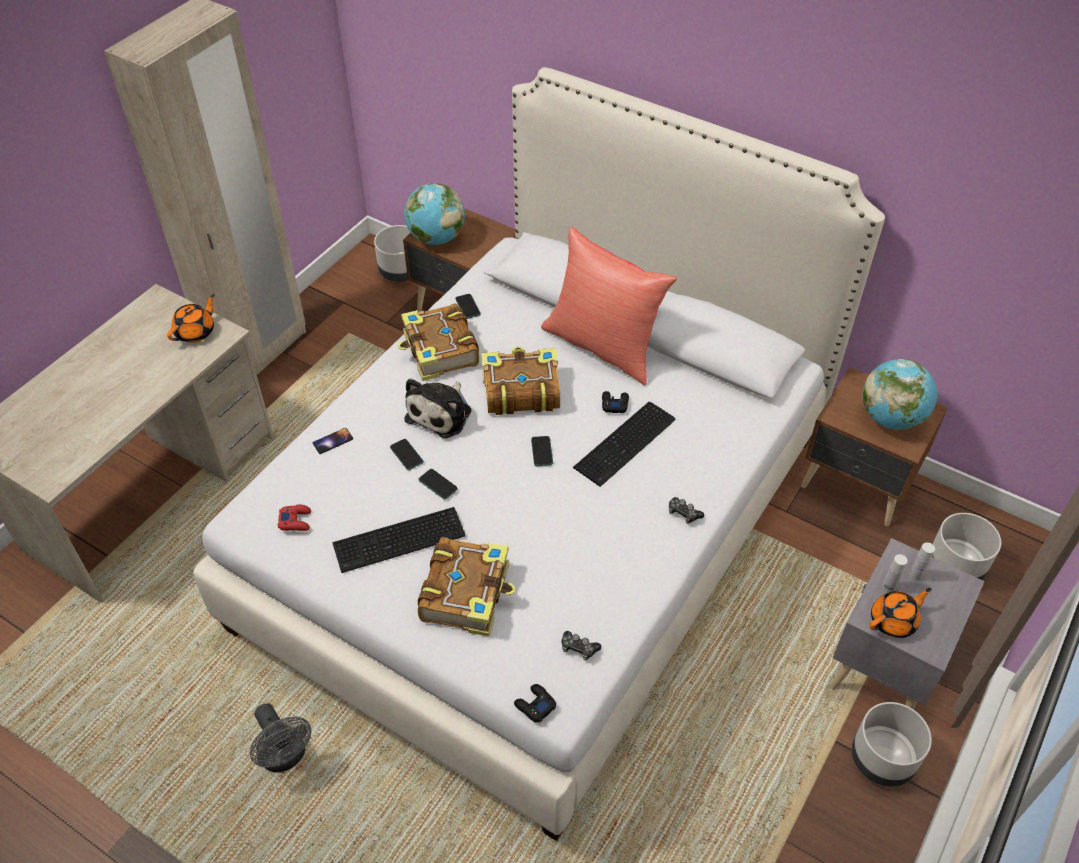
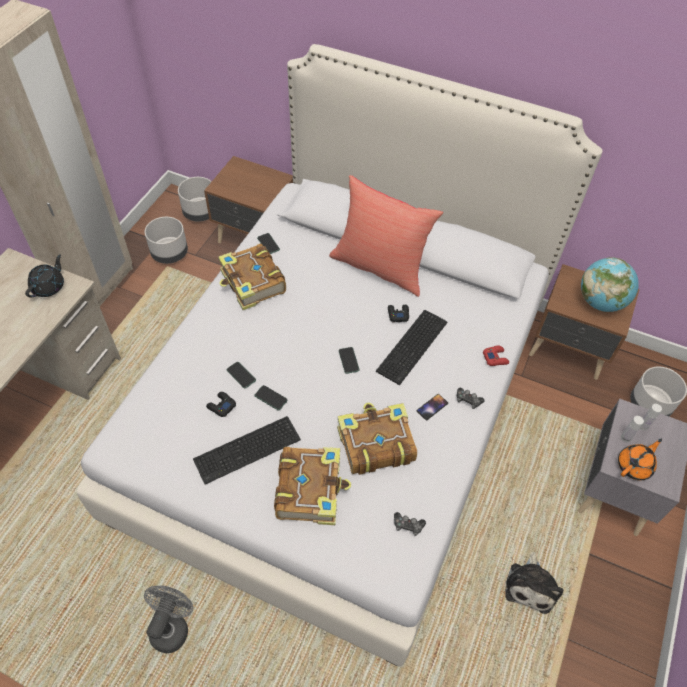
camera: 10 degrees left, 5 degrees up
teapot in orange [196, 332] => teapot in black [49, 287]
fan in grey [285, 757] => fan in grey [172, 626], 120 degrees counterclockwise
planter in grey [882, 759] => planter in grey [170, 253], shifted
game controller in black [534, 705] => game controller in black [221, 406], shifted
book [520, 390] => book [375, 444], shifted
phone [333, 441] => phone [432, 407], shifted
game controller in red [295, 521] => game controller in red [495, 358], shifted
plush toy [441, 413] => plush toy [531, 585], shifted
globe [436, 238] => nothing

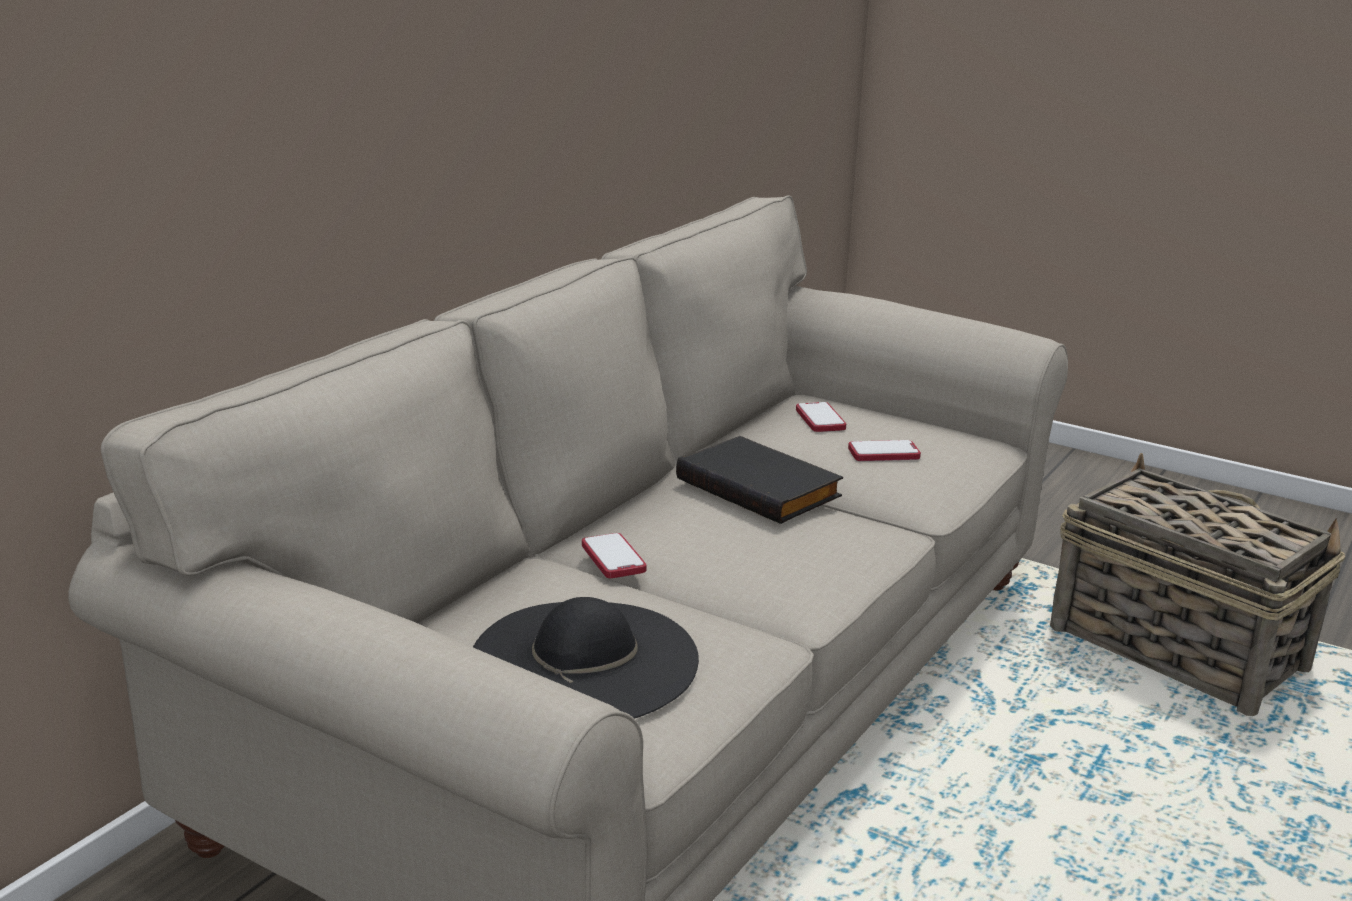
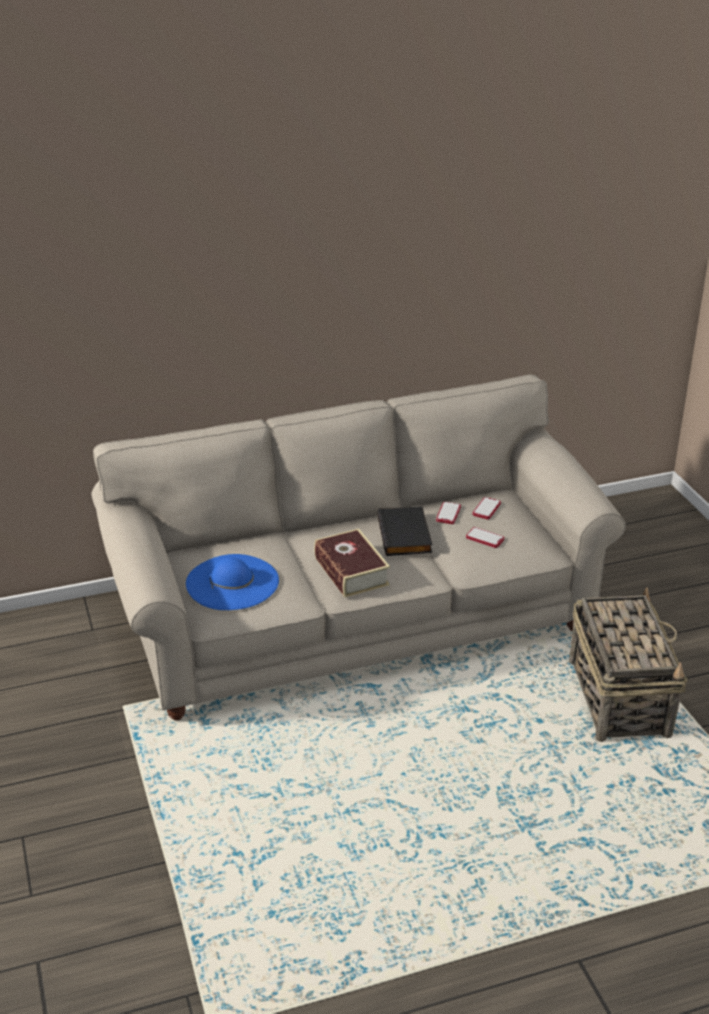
camera: 40 degrees right, 10 degrees up
hat in black [584, 660] => hat in blue [232, 582]
nothing => book [351, 571]
phone [613, 558] => phone [448, 514], shifted

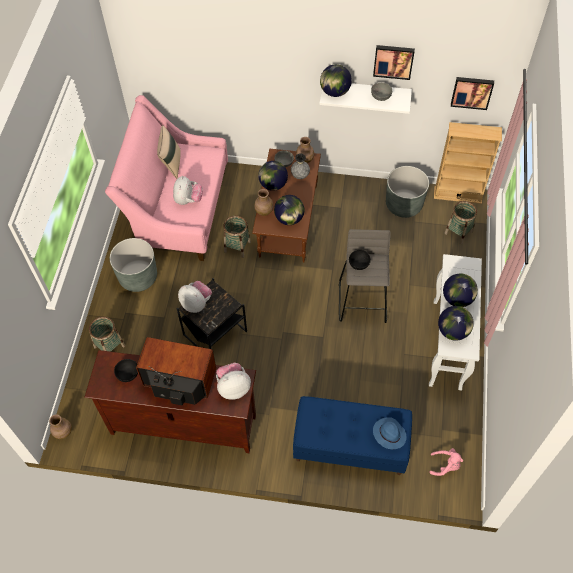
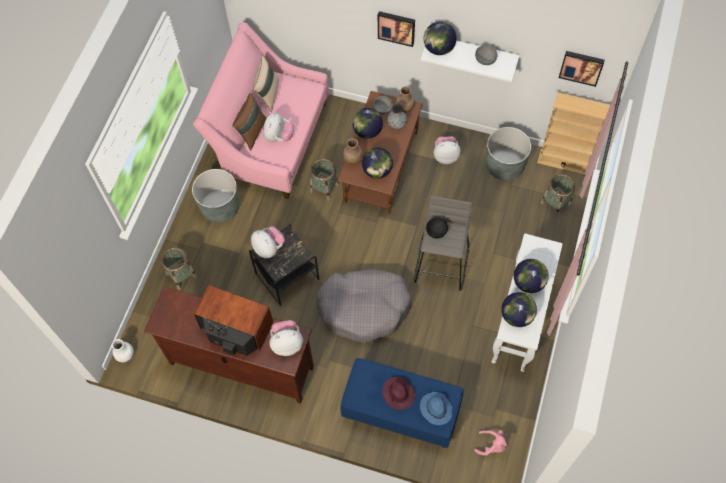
camera: 10 degrees right, 5 degrees up
vase in brown [63, 432] => vase in white [125, 355]
nothing => pillow in brown [252, 132]
nothing => dog bed in grey [364, 308]
picture [393, 61] => picture [396, 27], shifted
nothing => hat in purple [399, 394]
nothing => plush toy [445, 156]
bowl in black [128, 374] => nothing

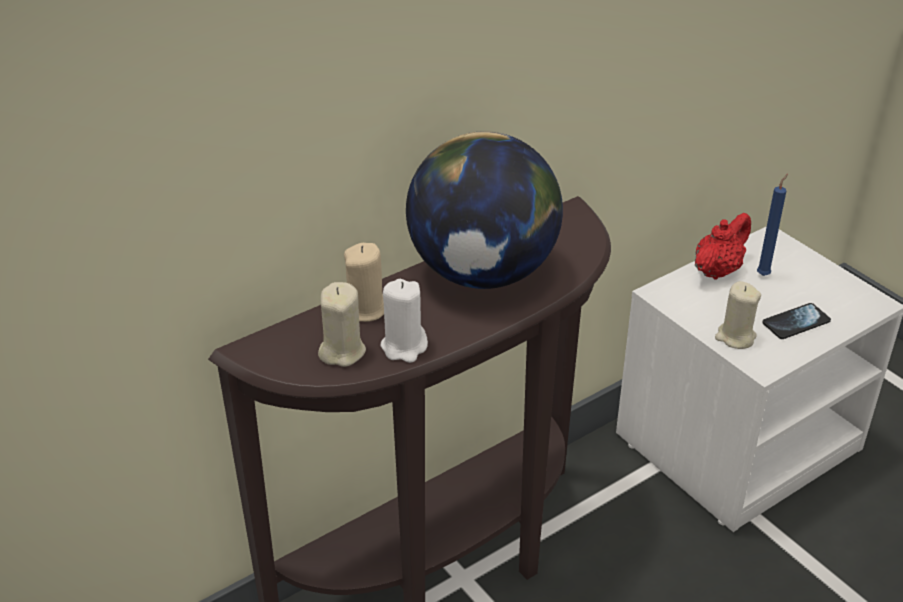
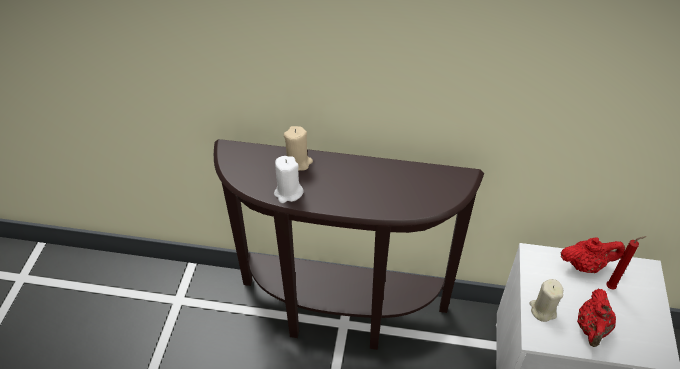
camera: 45 degrees right, 10 degrees up
phone [796, 323] => teapot in red [592, 329]
candle in blue [764, 274] => candle in red [612, 287]
candle in beige [342, 351] => nothing
globe [483, 273] => nothing

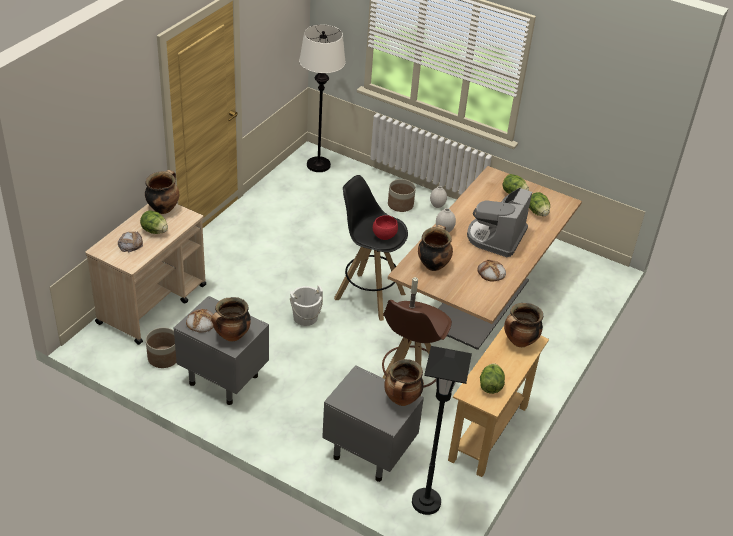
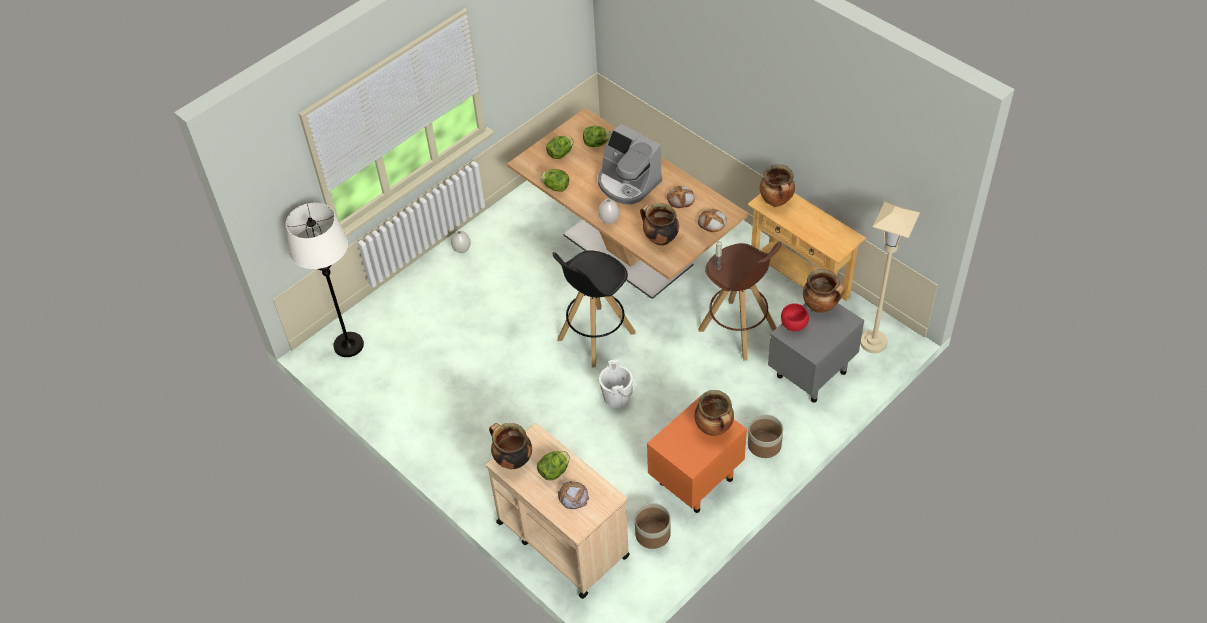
camera: 70 degrees left, 10 degrees up
lettuce [490, 386] => lettuce [556, 187], shifted
nightstand in grey [222, 379] => nightstand in orange [695, 481]
bread [200, 322] => bread [712, 222], shifted
planter [400, 204] => planter [764, 445], shifted
bowl in red [383, 236] => bowl in red [793, 326], shifted
floor lamp in black [426, 502] => floor lamp in beige [873, 343]

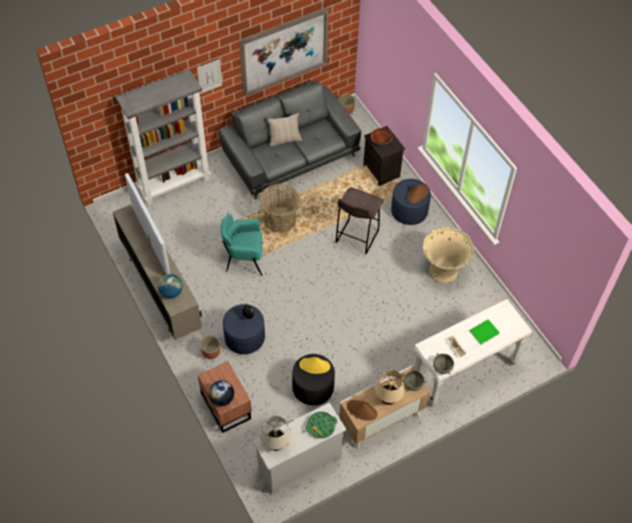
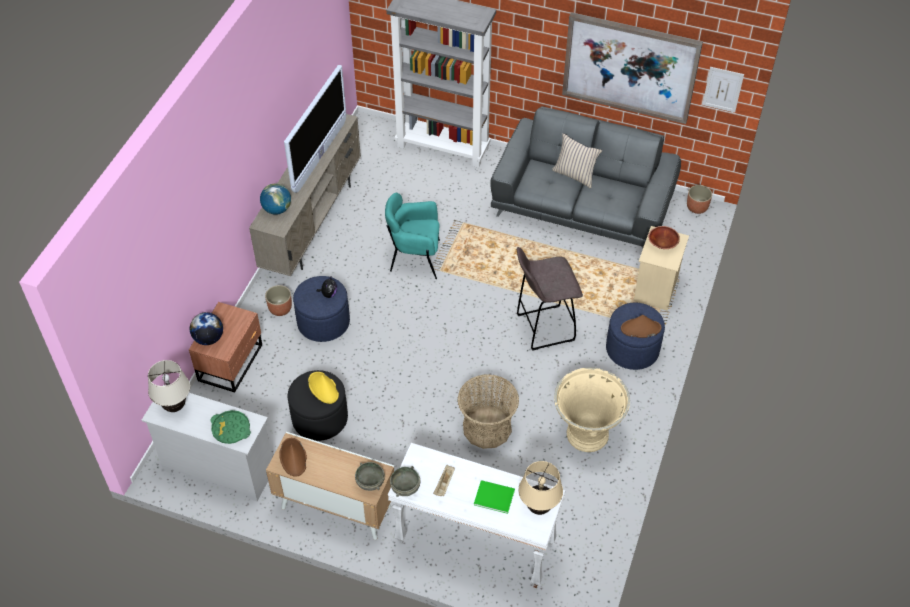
camera: 50 degrees right, 5 degrees down
armchair in turquoise [244, 259] => armchair in turquoise [415, 258], 45 degrees counterclockwise
basket [280, 219] => basket [487, 427], shifted
table lamp in beige [388, 399] => table lamp in beige [538, 507], shifted
nightstand in black [382, 171] => nightstand in beige [656, 290]
picture [209, 76] => picture [723, 89], shifted

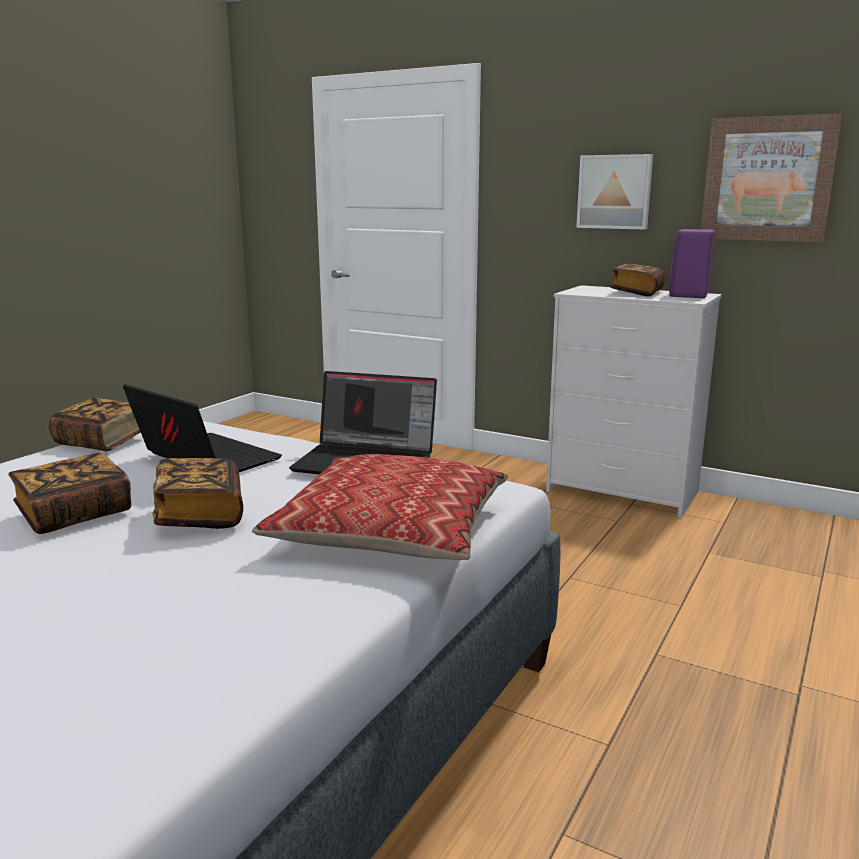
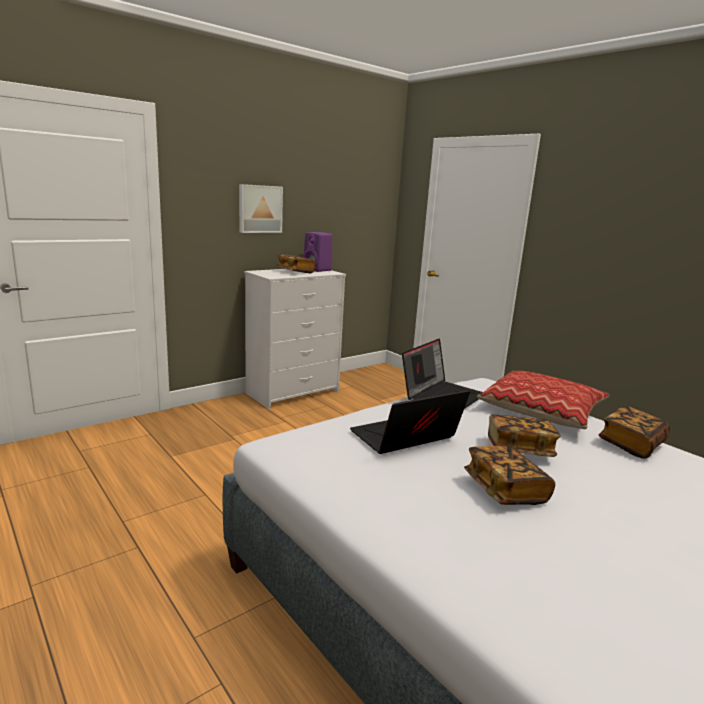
camera: 70 degrees left, 0 degrees up
book [102, 442] => book [631, 444], shifted
picture [768, 179] => nothing

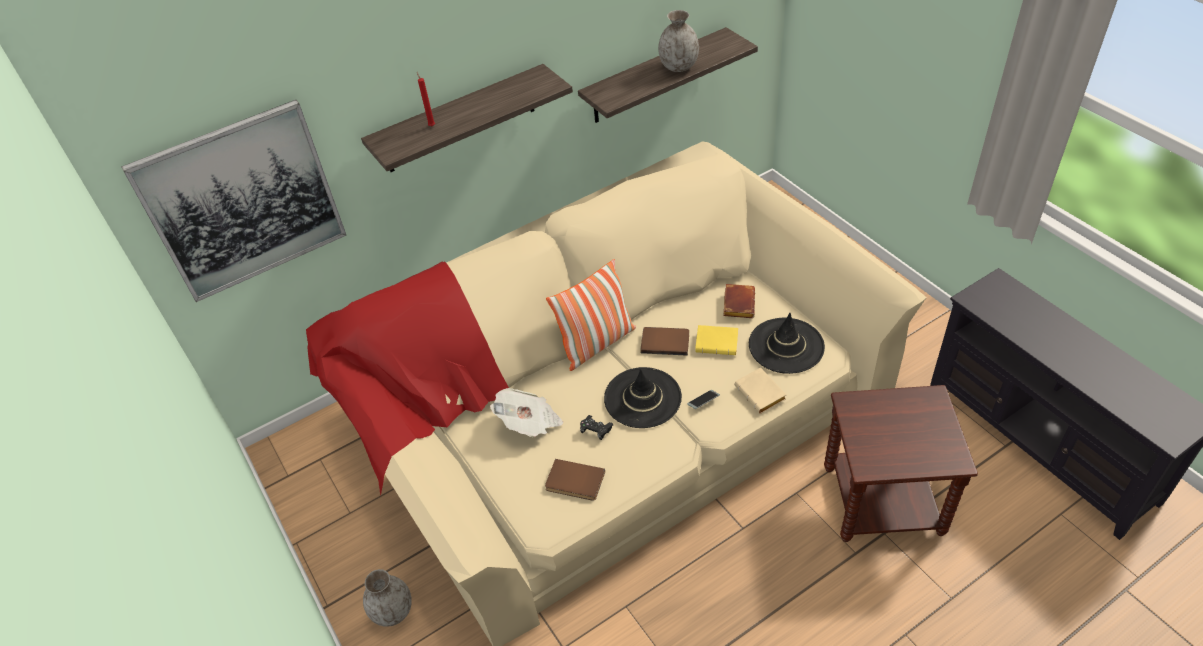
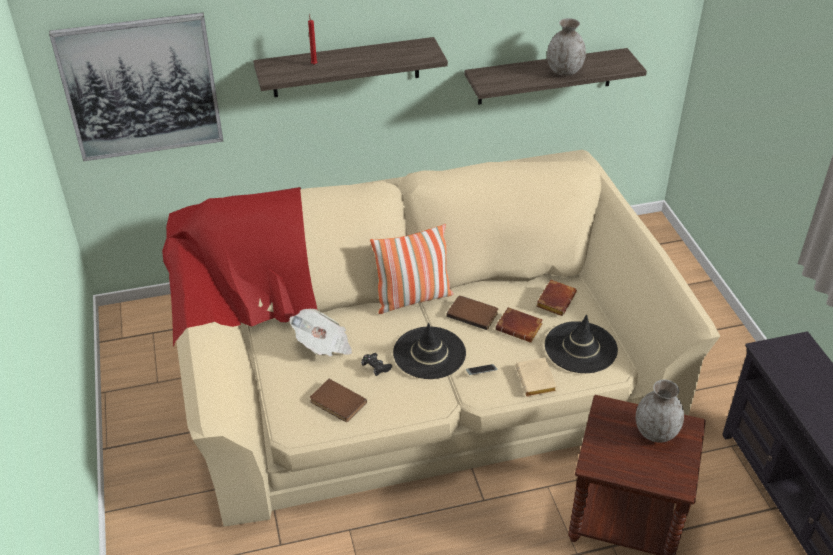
camera: 15 degrees right, 5 degrees down
book in yellow [718, 342] => book in brown [520, 328]
vase in grey [392, 612] => vase in grey [655, 432], shifted

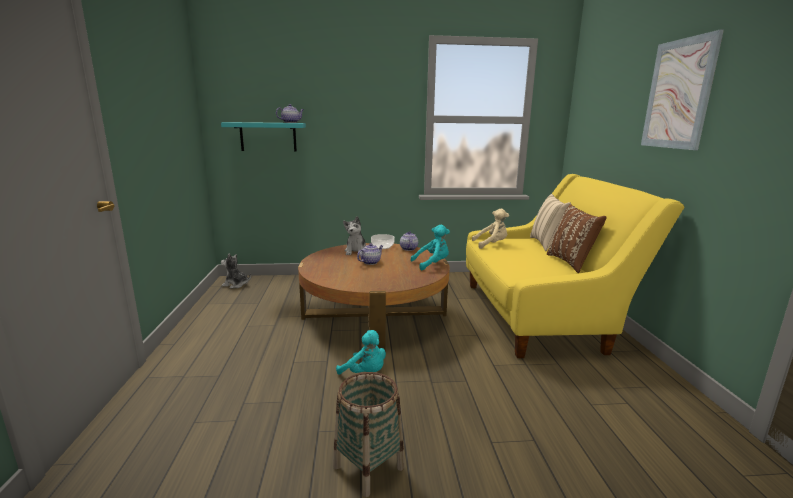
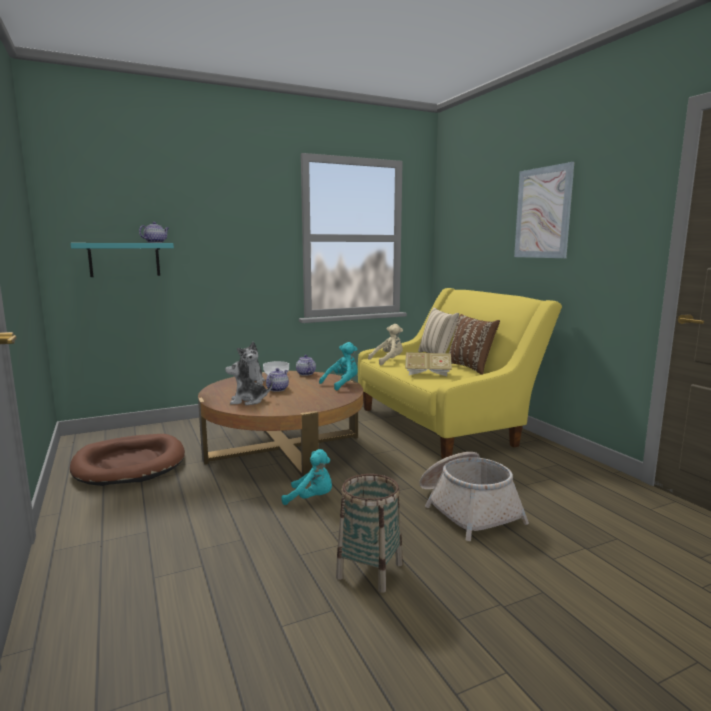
camera: 20 degrees left, 5 degrees down
nothing => dog bed in brown [130, 464]
plush toy [236, 284] => plush toy [248, 401], shifted
nothing => book [427, 374]
nothing => basket [467, 509]

